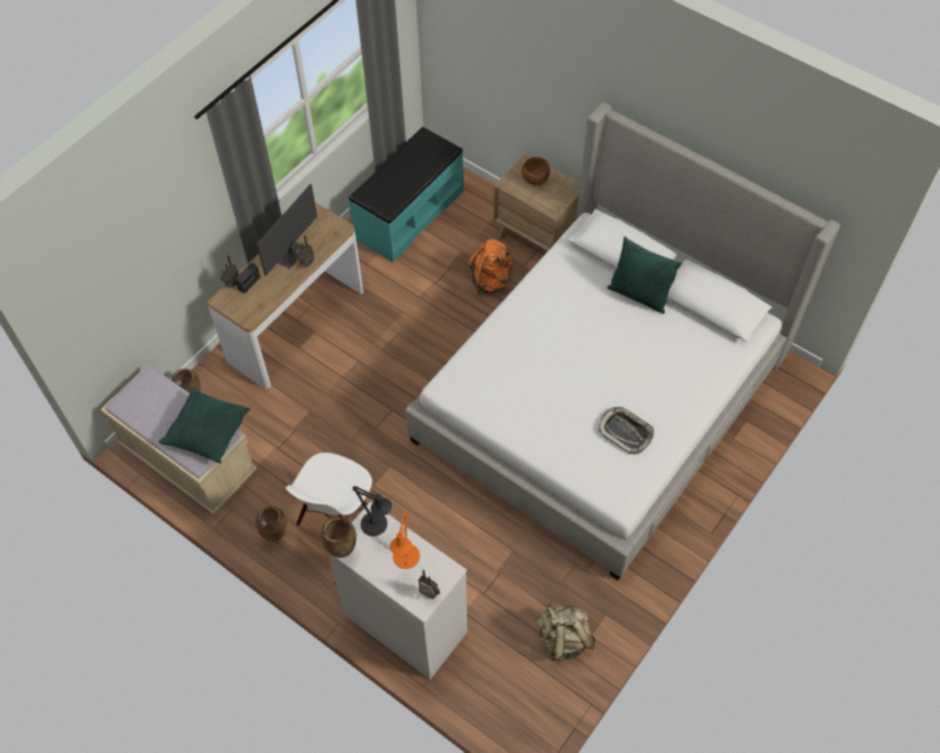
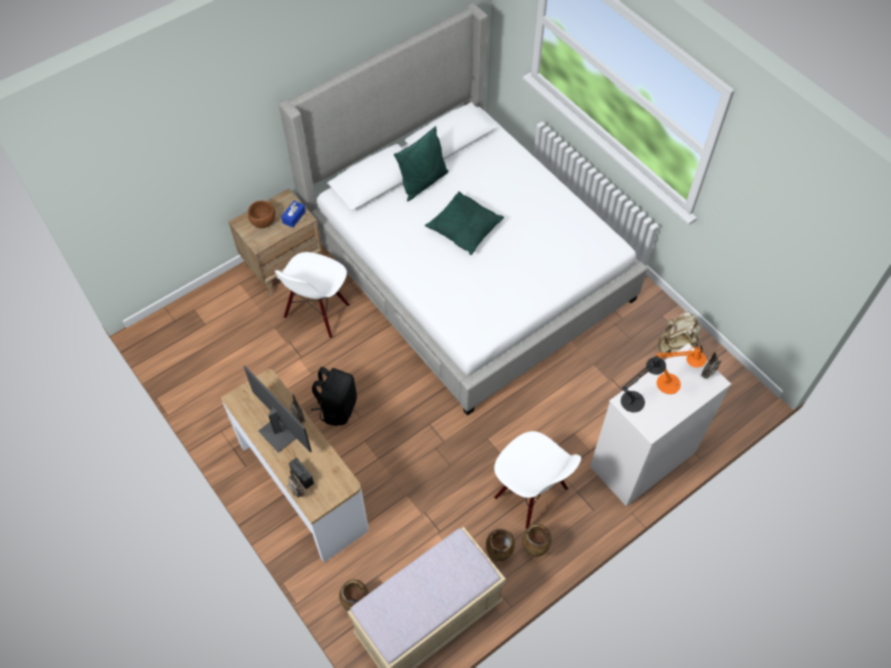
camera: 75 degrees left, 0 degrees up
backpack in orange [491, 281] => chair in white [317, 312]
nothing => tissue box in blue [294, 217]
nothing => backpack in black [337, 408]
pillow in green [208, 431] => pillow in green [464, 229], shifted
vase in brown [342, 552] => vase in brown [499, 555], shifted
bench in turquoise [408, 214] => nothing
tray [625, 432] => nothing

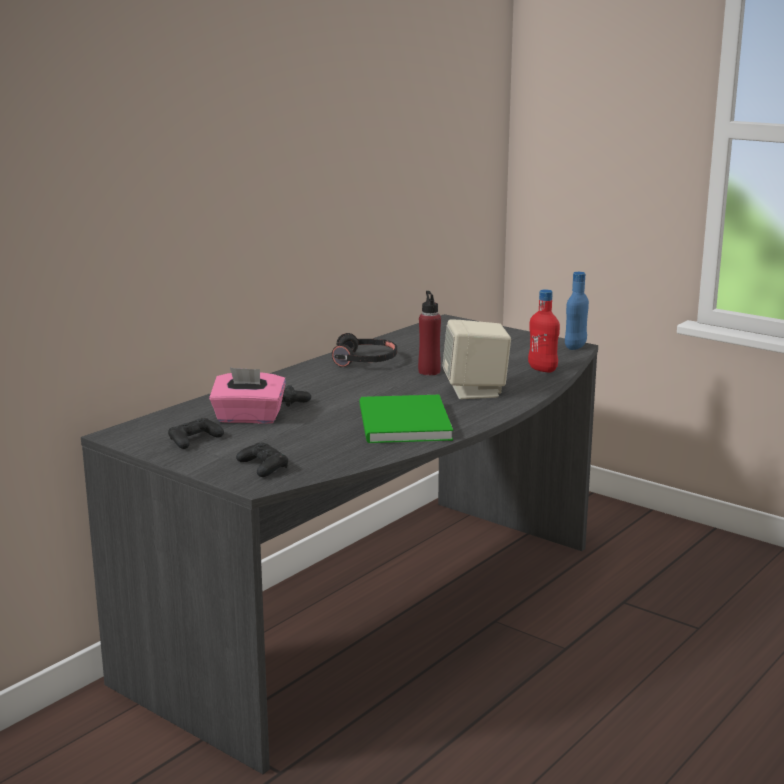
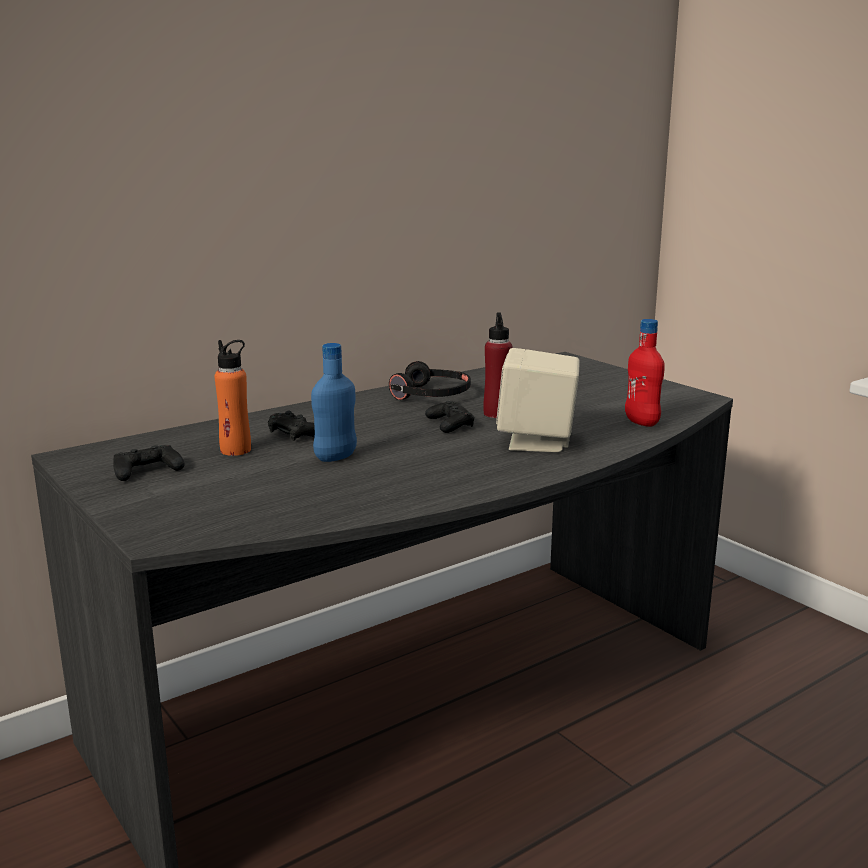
camera: 15 degrees right, 0 degrees up
tissue box in pink [248, 418] => bottle in orange [236, 450]
bottle in blue [575, 347] => bottle in blue [335, 457], shifted
game controller in black [263, 466] => game controller in black [450, 424], shifted
book in green [401, 424] => nothing

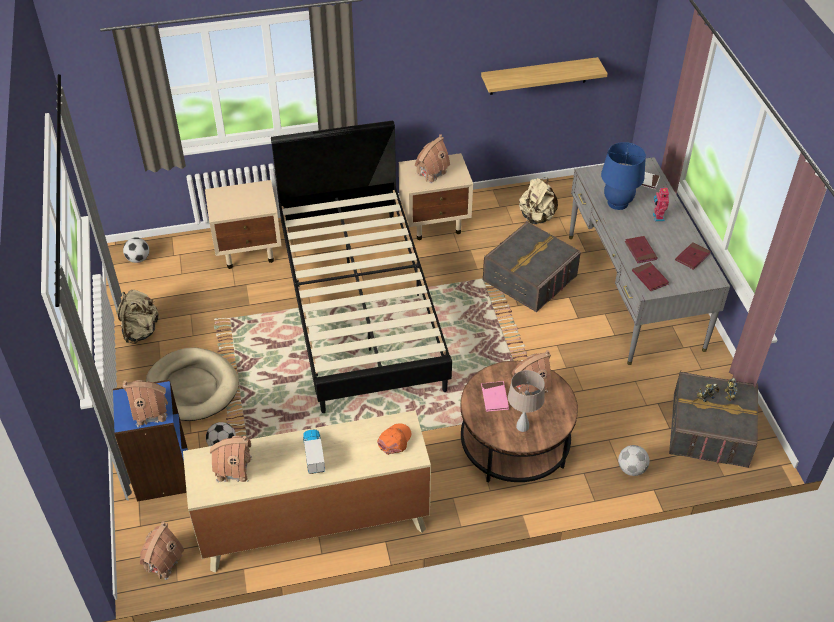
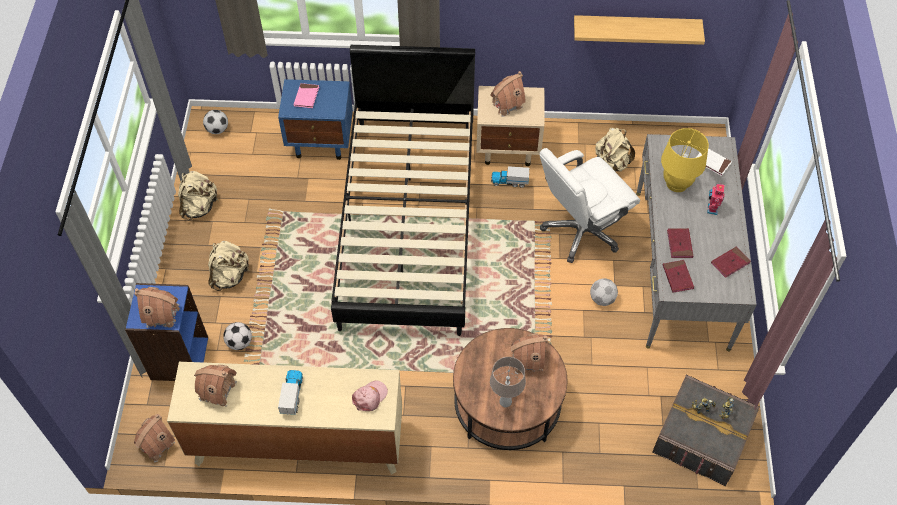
camera: 15 degrees right, 10 degrees up
dog bed in beige [193, 387] => backpack in beige [230, 276]
nightstand in beige [249, 250] => nightstand in blue [321, 142]
book in pink [494, 397] => book in pink [306, 97], shifted
cap in orange [395, 440] => cap in pink [370, 397]
nothing => toy truck [509, 181]
storage box in grey [529, 278] => office chair in white [581, 231]
football [631, 469] => football [602, 299], shifted
table lamp in blue [617, 203] => table lamp in yellow [677, 183]

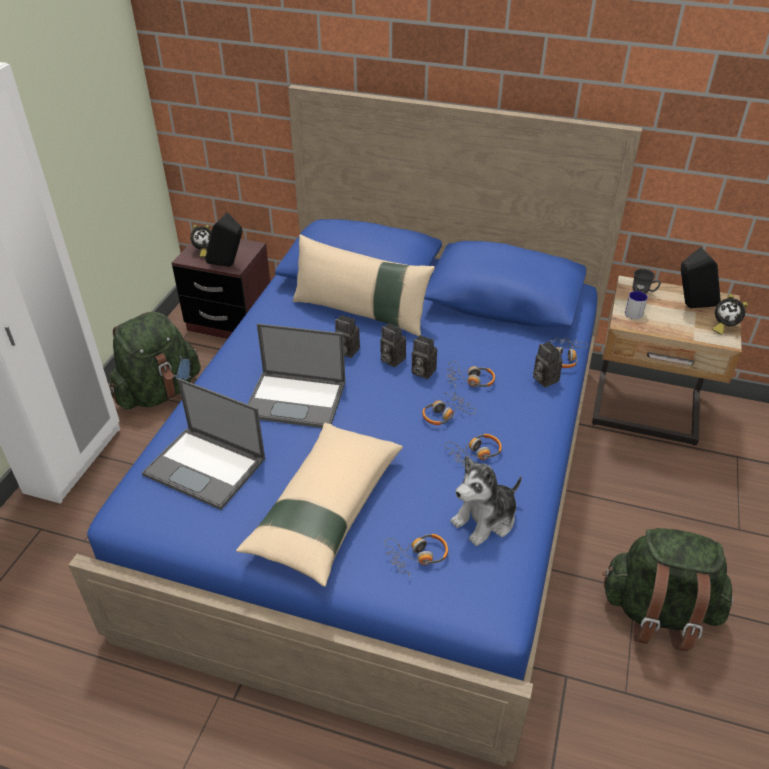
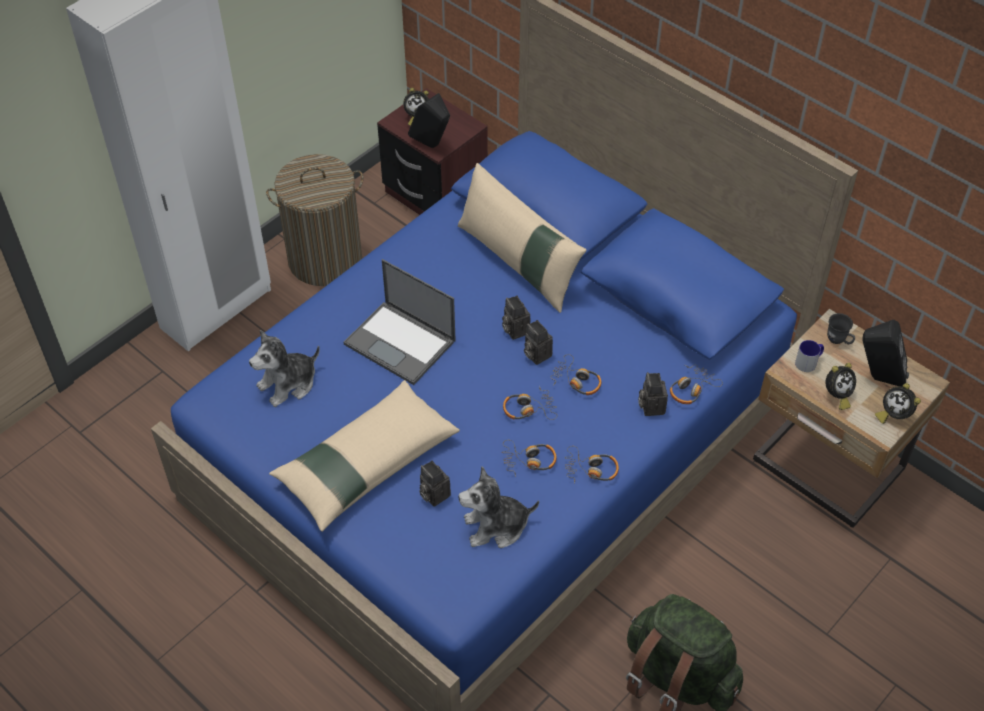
camera: 25 degrees right, 10 degrees up
laptop [206, 467] => plush toy [288, 384]
backpack in green [159, 392] => laundry basket [325, 259]
photo camera [345, 351] => photo camera [433, 494], shifted
headphones [417, 556] => headphones [591, 469], shifted
nothing => alarm clock [836, 396]

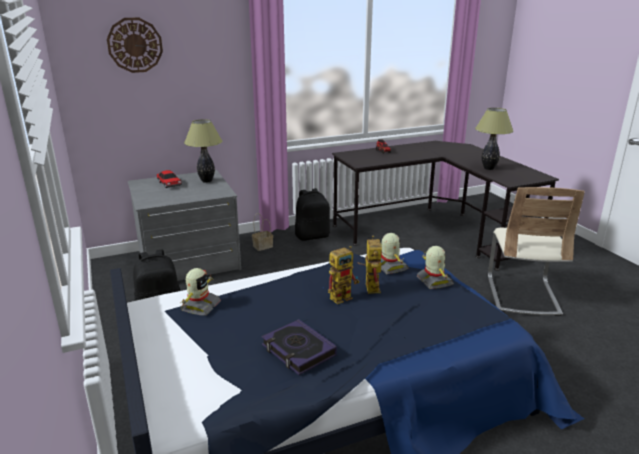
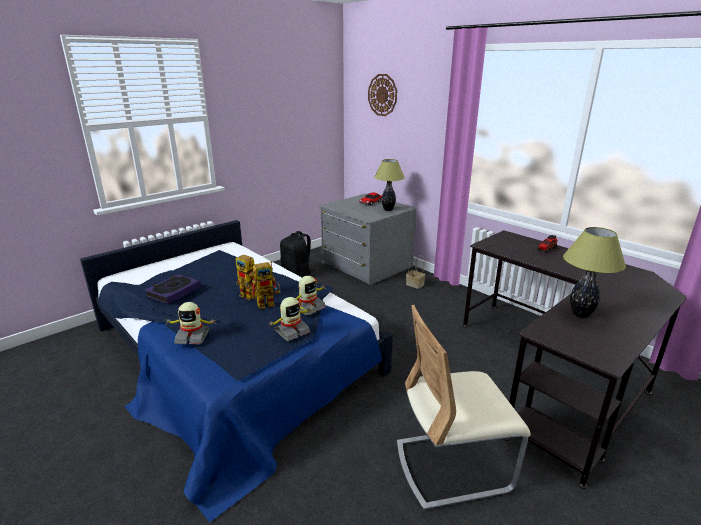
camera: 70 degrees right, 0 degrees up
toy robot [200, 306] => toy robot [192, 337], shifted
backpack in black [312, 236] => nothing

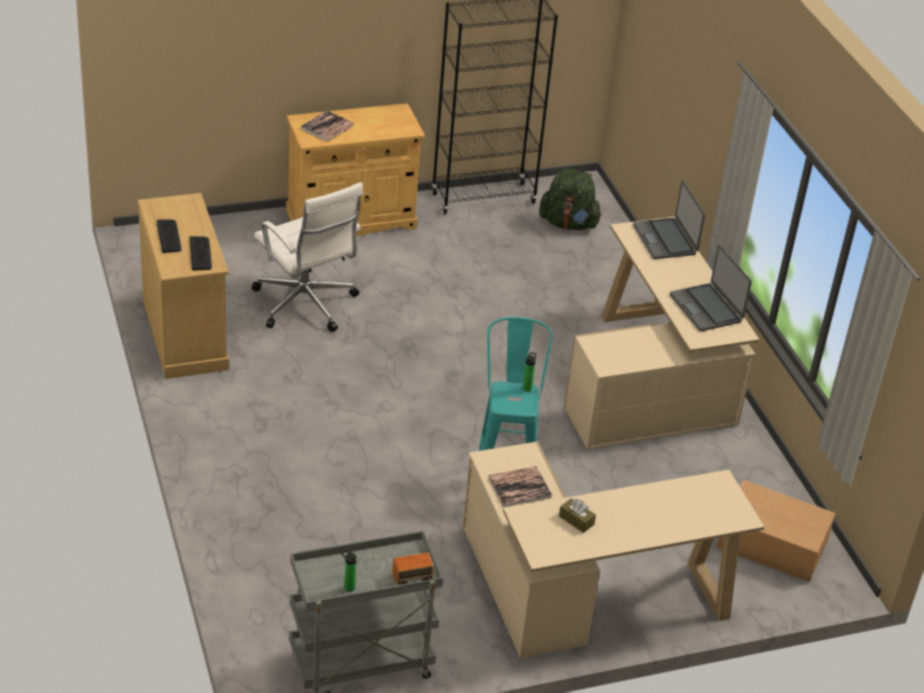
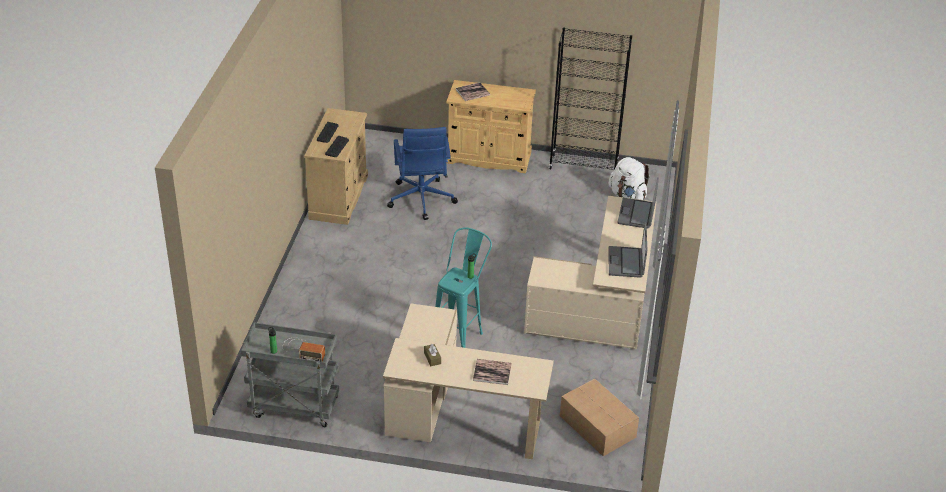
camera: 30 degrees right, 0 degrees up
office chair in white [306, 305] => office chair in blue [421, 200]
book [519, 487] => book [492, 372], shifted
backpack in green [568, 223] => backpack in white [627, 195]

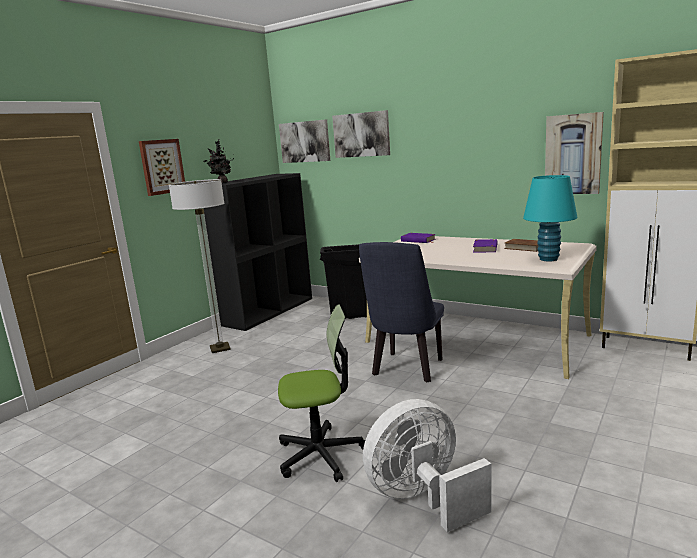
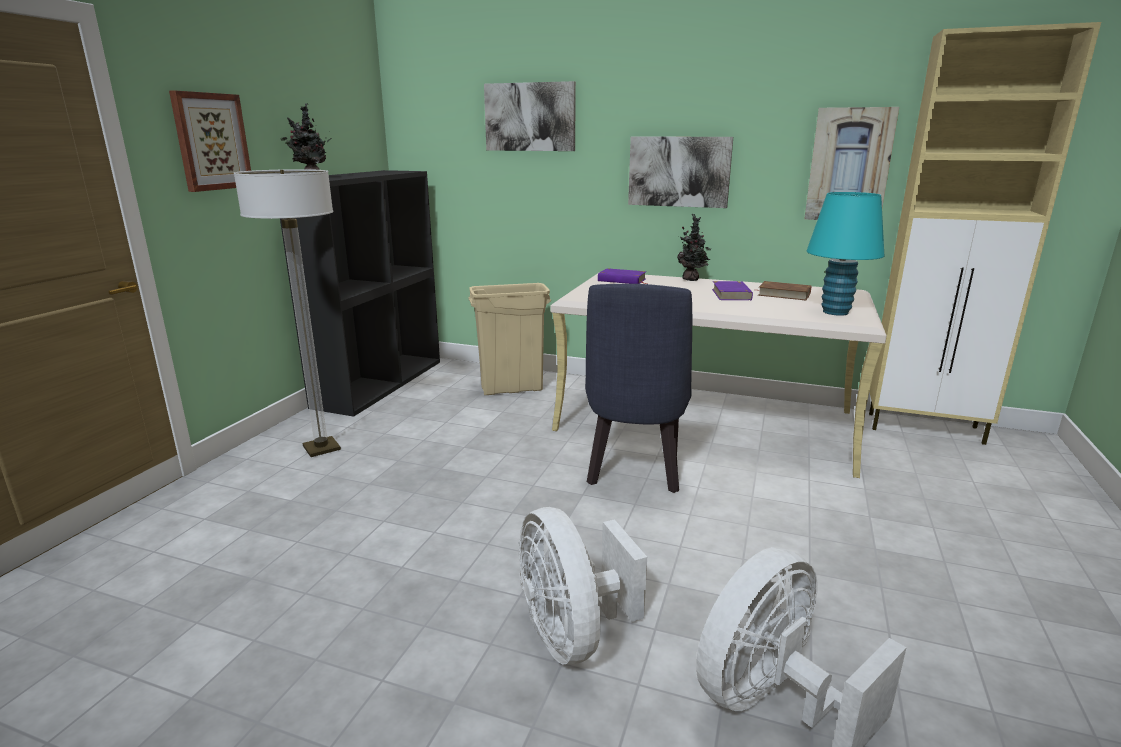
camera: 15 degrees left, 5 degrees up
trash can in black [351, 316] => trash can in beige [512, 389]
office chair [321, 454] => fan in white [572, 634]
picture [305, 141] => picture [679, 171], shifted
nothing => potted plant [692, 280]

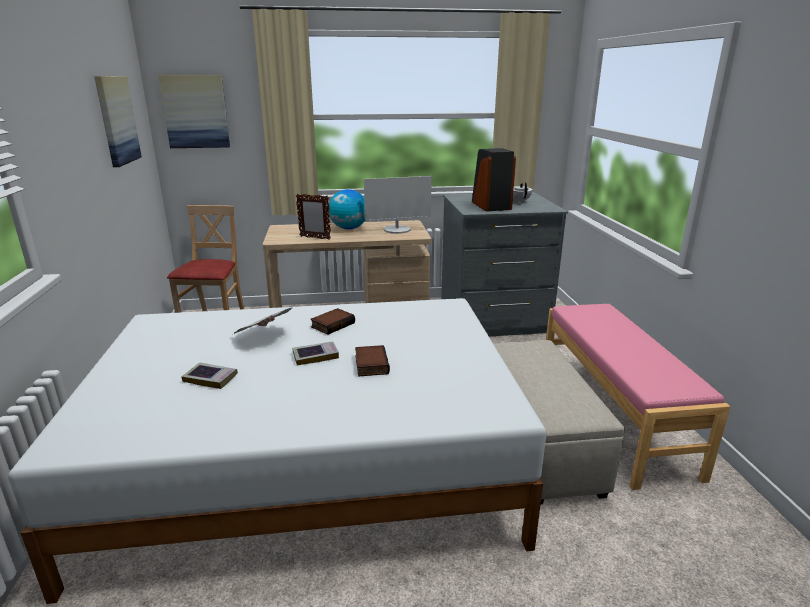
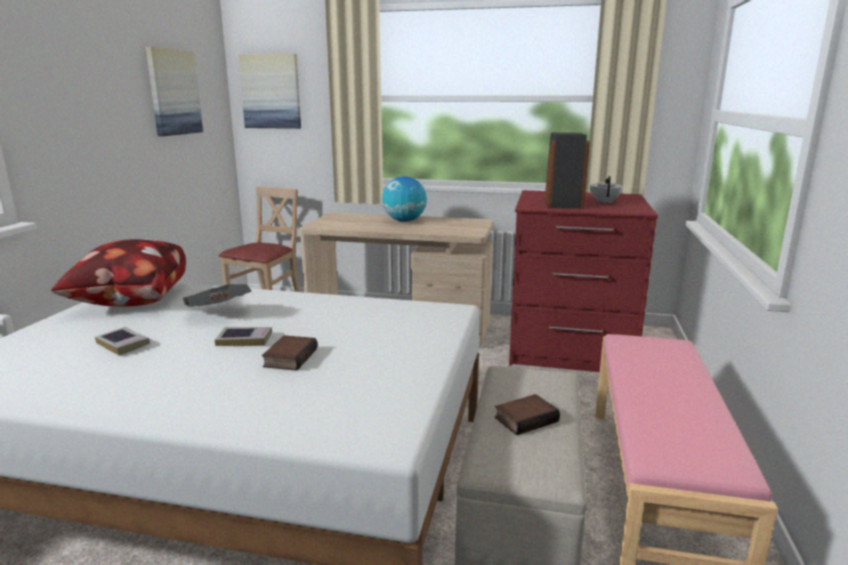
camera: 20 degrees right, 5 degrees down
nothing => pillow [129, 302]
book [332, 324] => book [526, 418], shifted
dresser in grey [493, 319] => dresser in red [570, 349]
picture frame [315, 238] => nothing
monitor [397, 230] => nothing

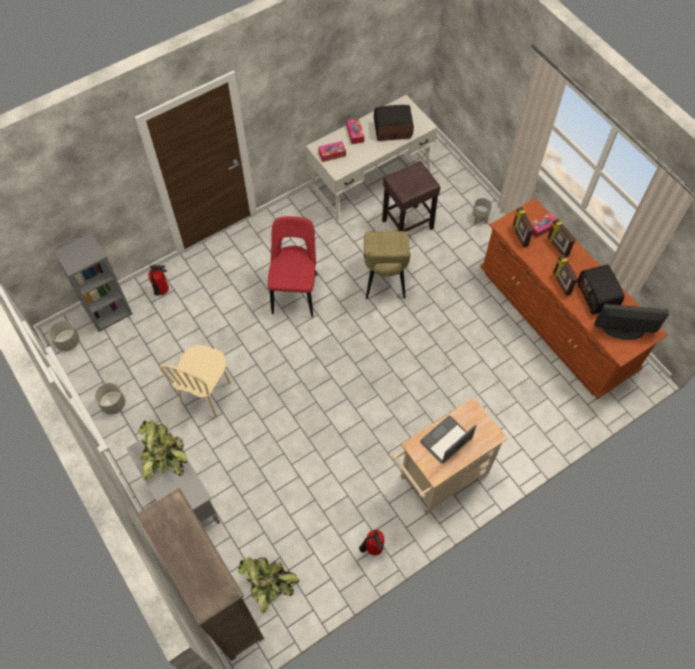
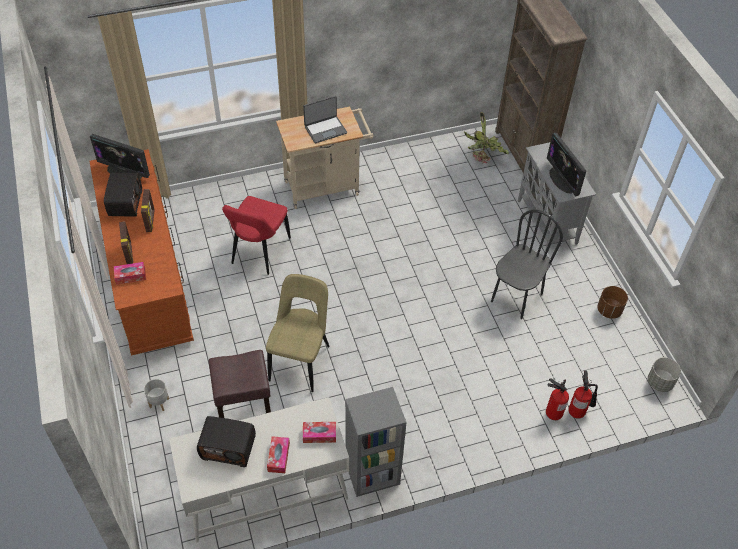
camera: 165 degrees left, 10 degrees down
chair in red [295, 291] => chair in red [259, 253], shifted
bookcase in grey [108, 311] => bookcase in grey [372, 474], shifted
chair in beige [206, 393] => chair in black [516, 297]
potted plant [165, 457] => monitor [562, 180]
fire extinguisher [372, 549] => fire extinguisher [578, 411], shifted
planter in grey [113, 404] => planter in brown [609, 310]
picture frame [519, 236] => nothing

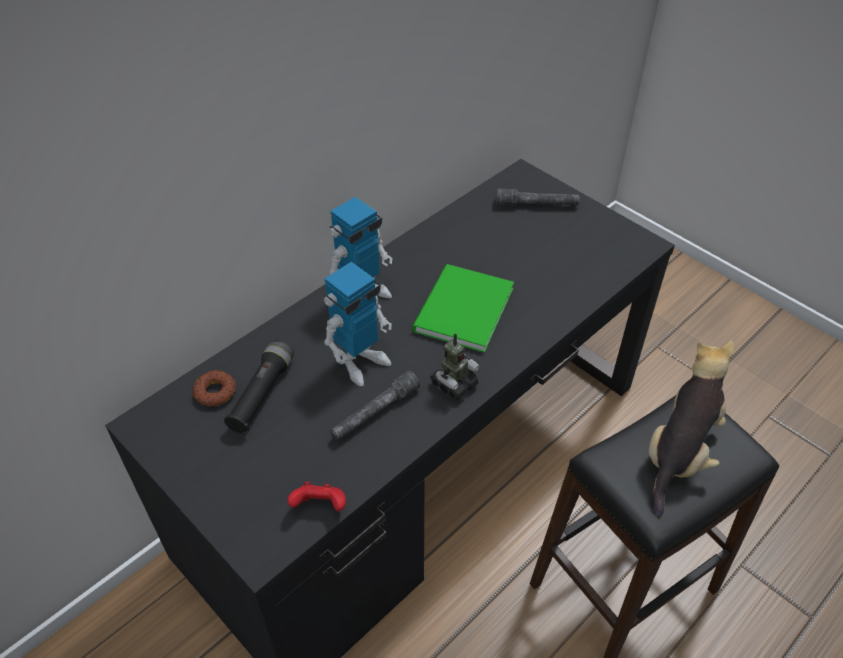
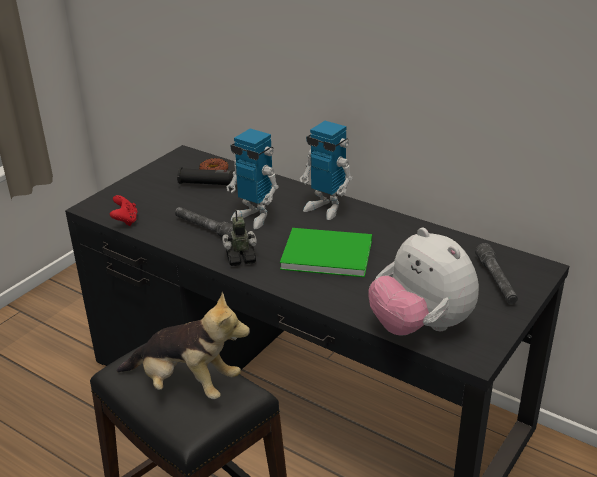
camera: 80 degrees right, 15 degrees down
toy robot [454, 384] => toy robot [241, 259], 135 degrees clockwise
nothing => plush toy [420, 326]

